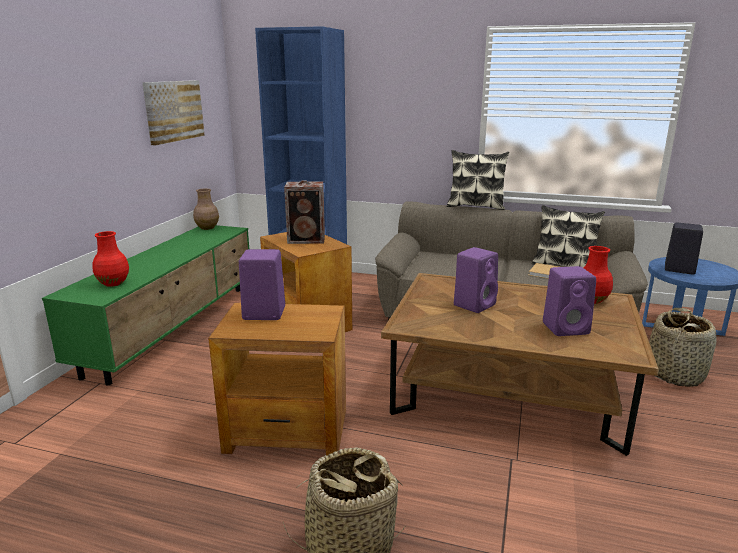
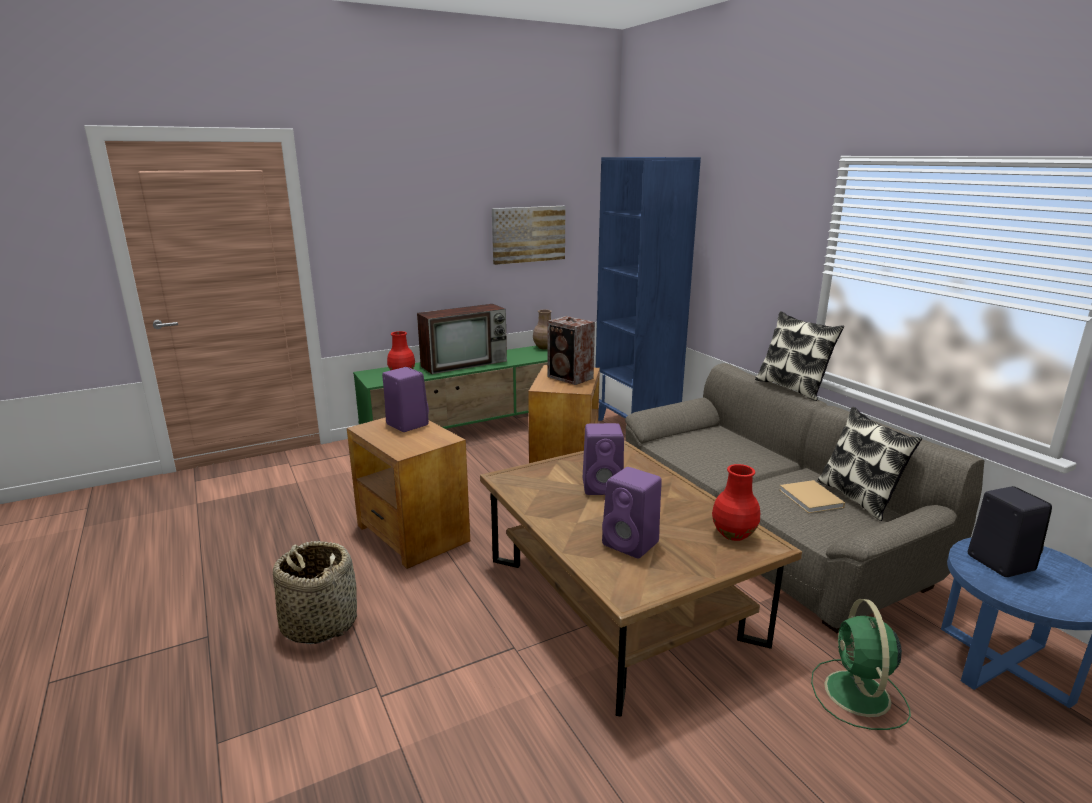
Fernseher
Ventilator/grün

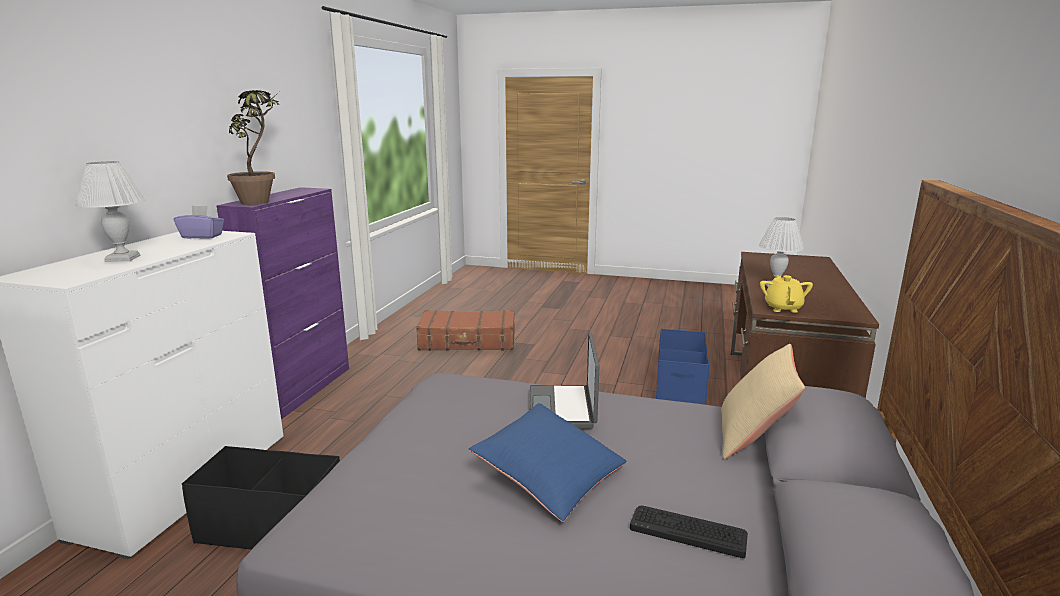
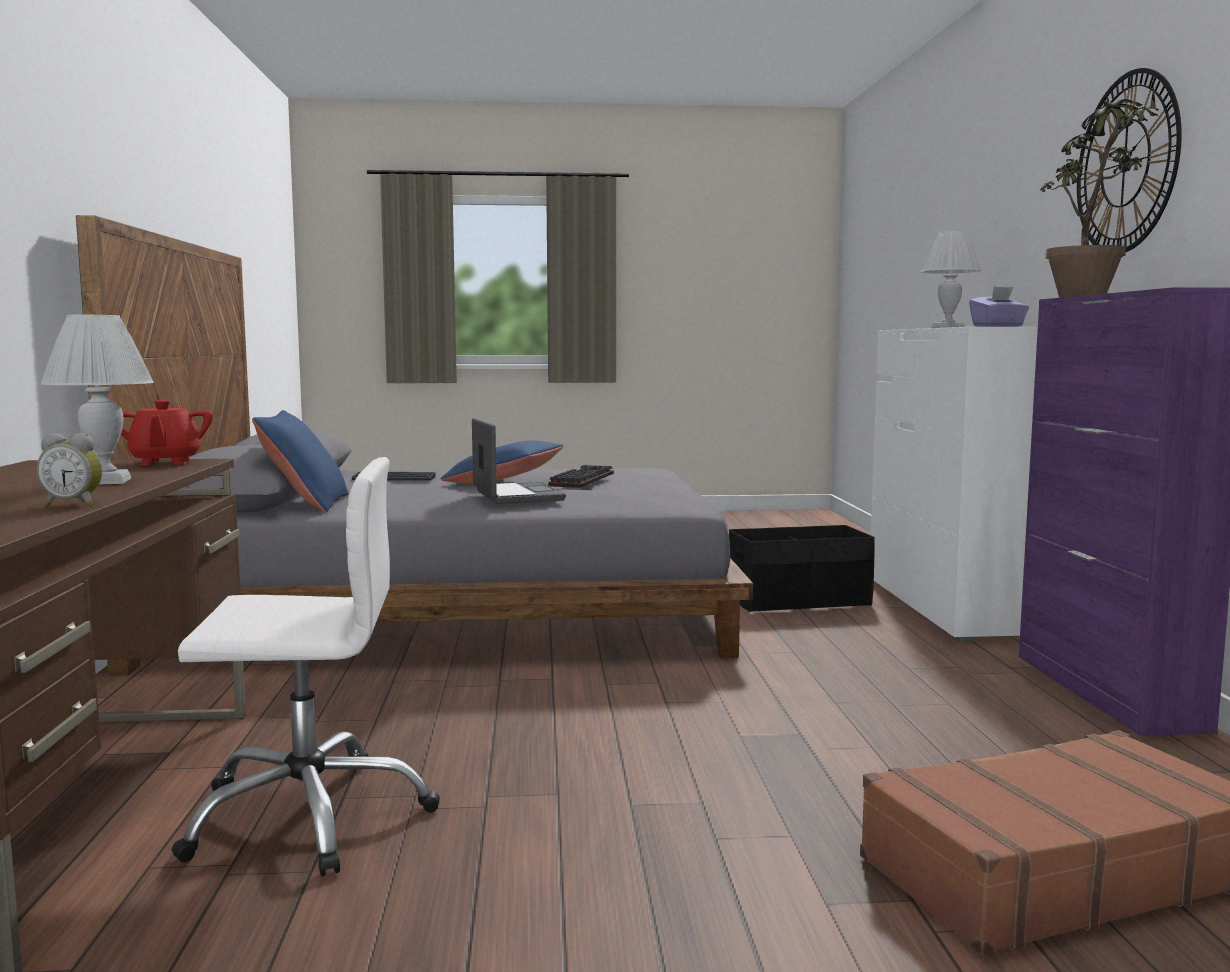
Wecker
Teekanne/rot
Bürostuhl/weiß
Kissen/blau (no. 1 from left)
Tastatur (no. 2 from left)
Wanduhr

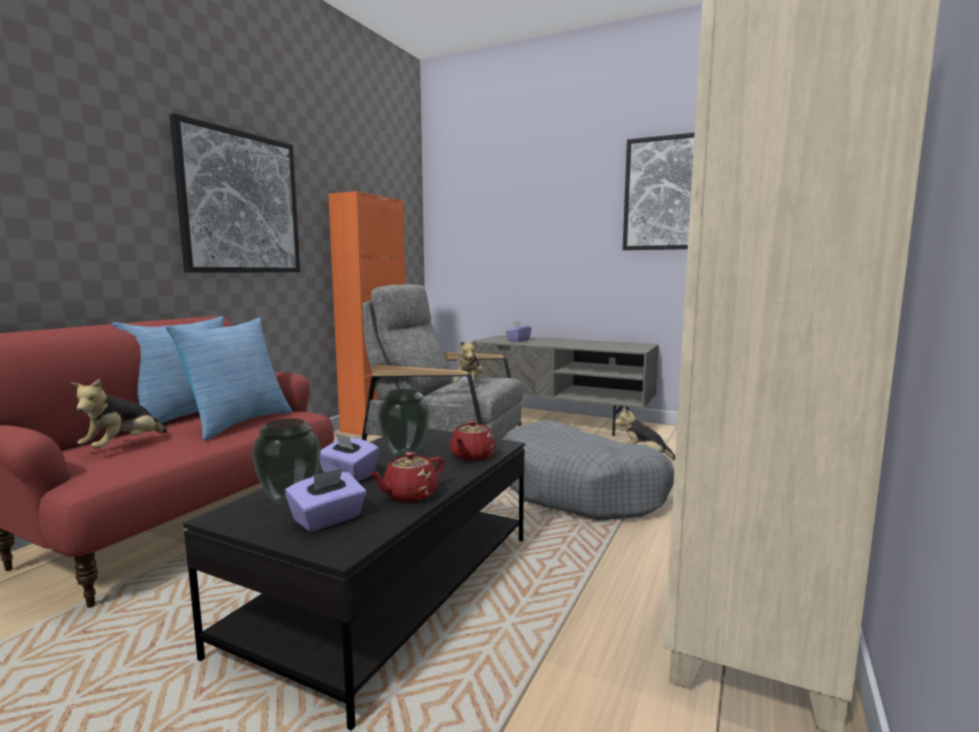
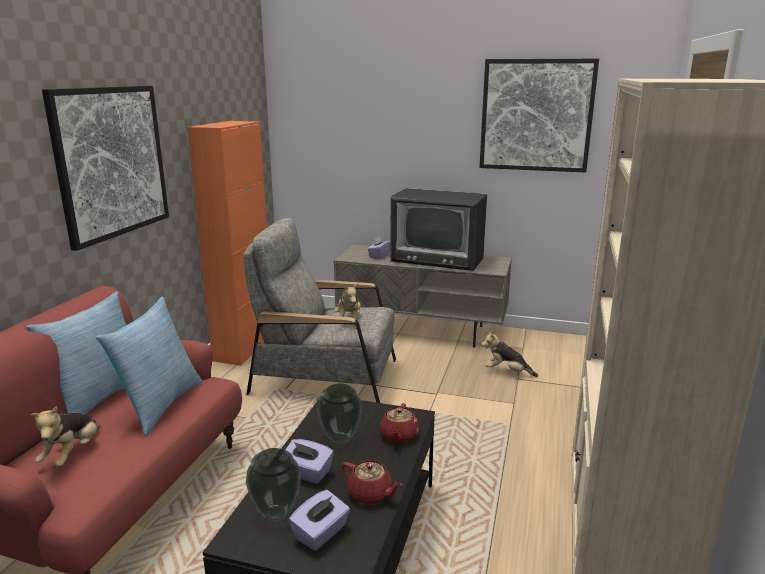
Teekanne/rot (no. 1 from left)
Fernseher
Hundebett/grau

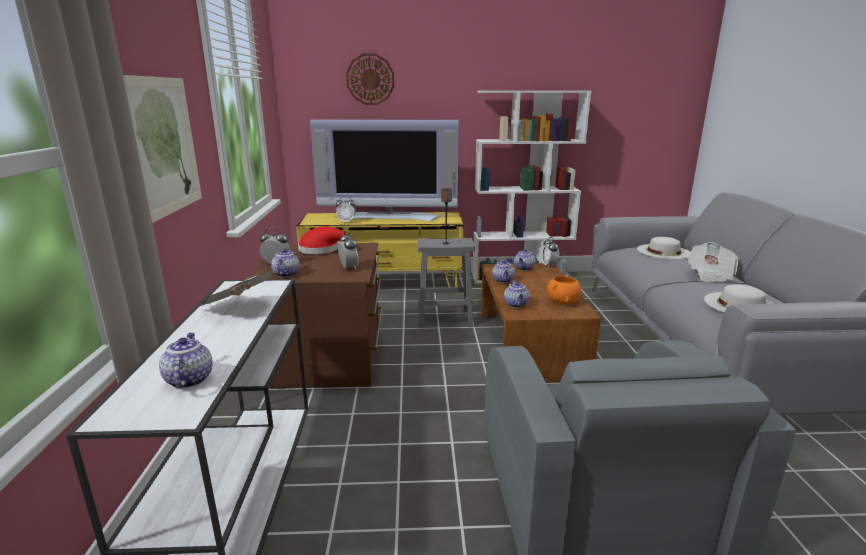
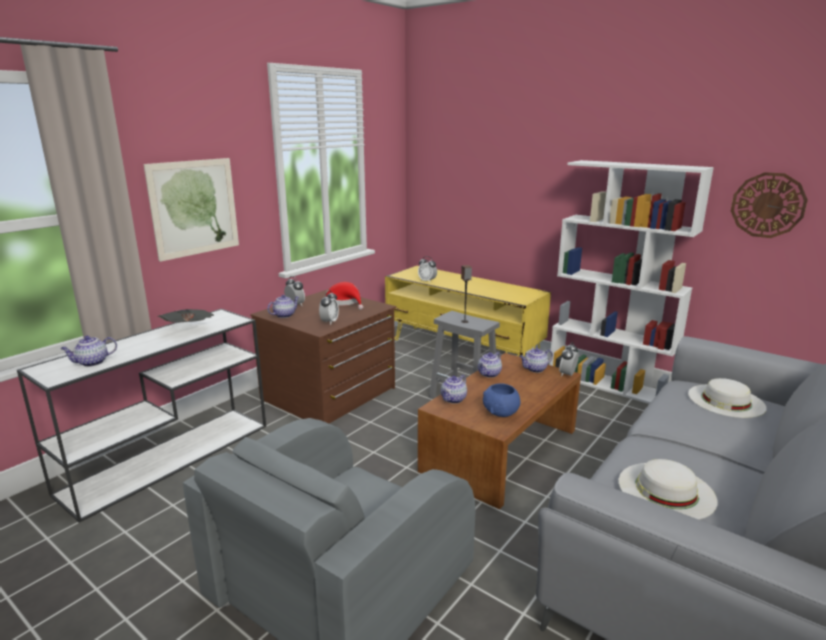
Teekanne (no. 1 from left)
Schüssel/blau
Wanduhr
Fernseher
Zeitung (no. 2 from left in the first image)

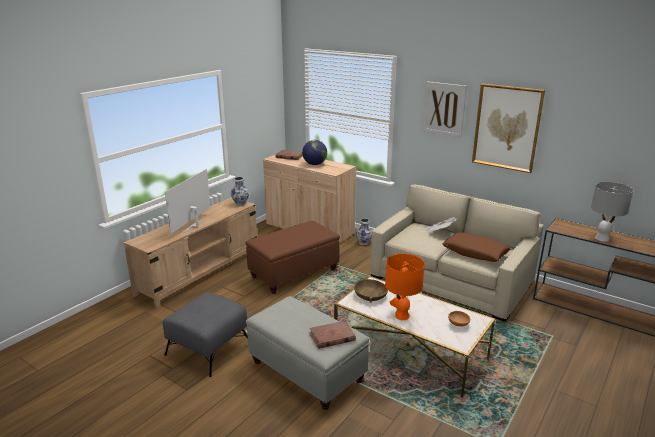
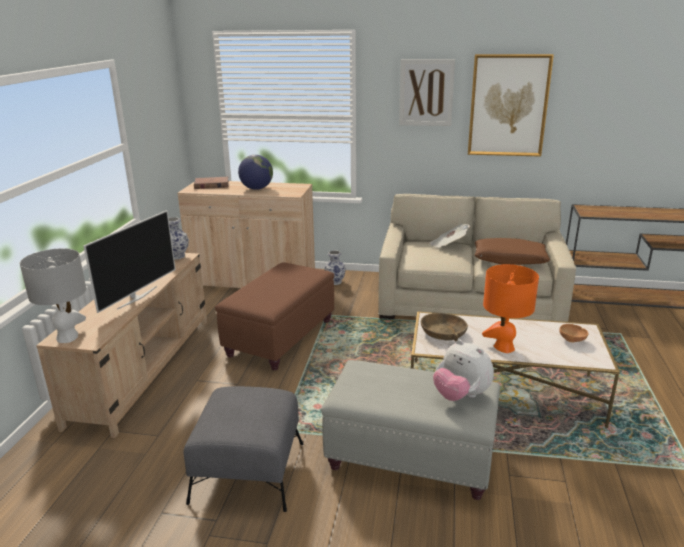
Tischlampe/grau
Fernseher
Plüschtier

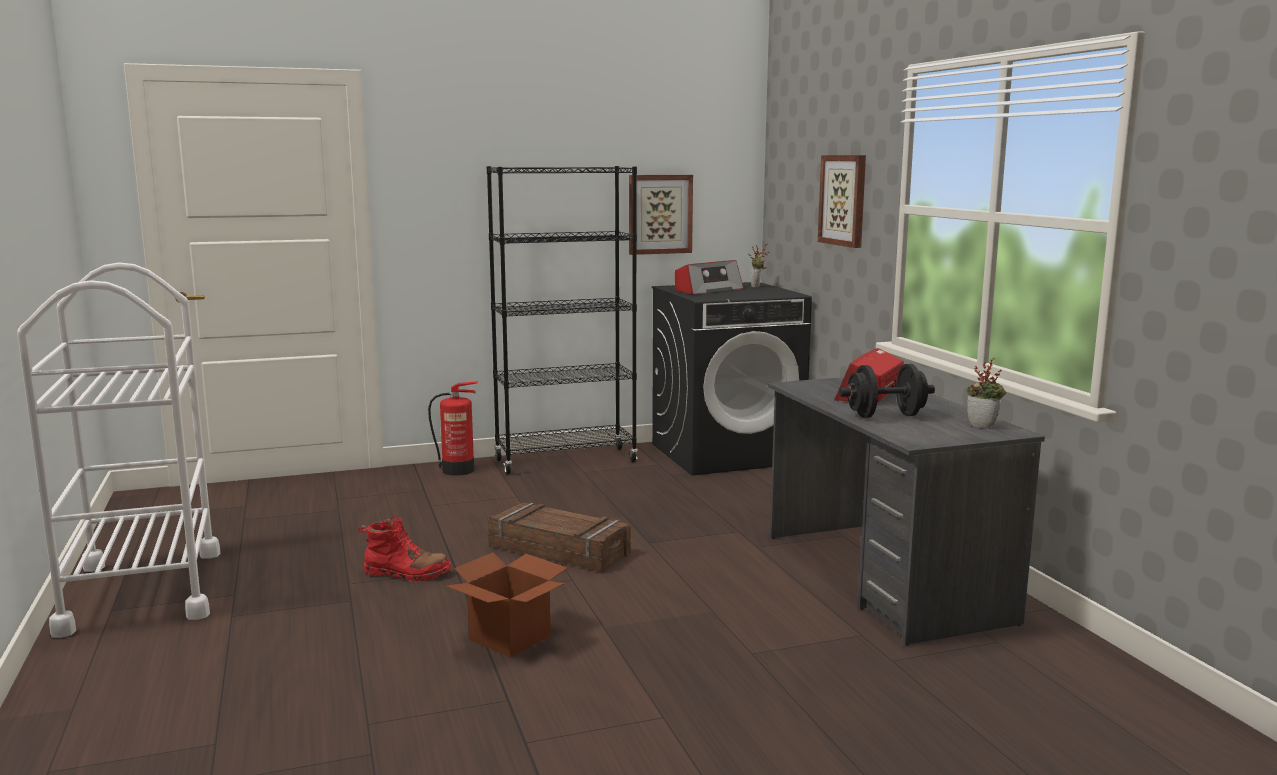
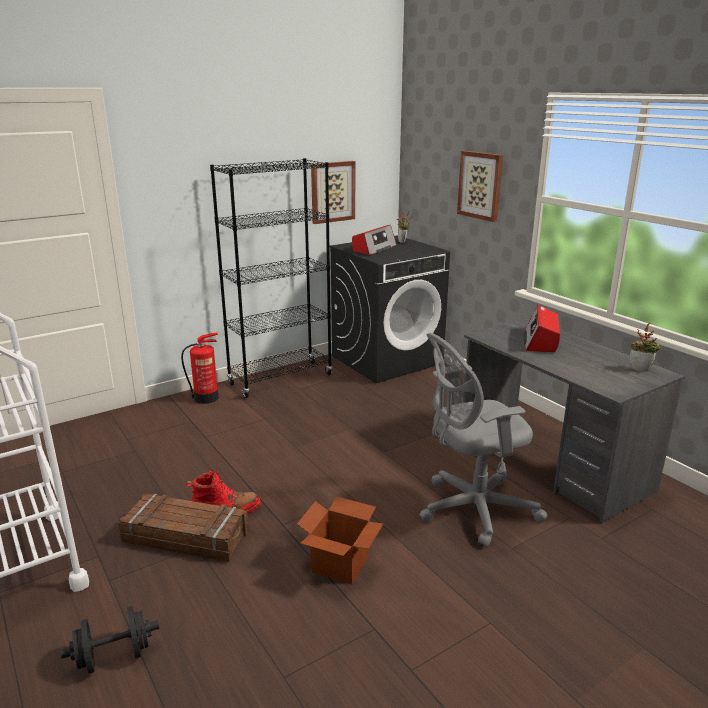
Hantel/schwarz
Kiste
Bürostuhl/grau

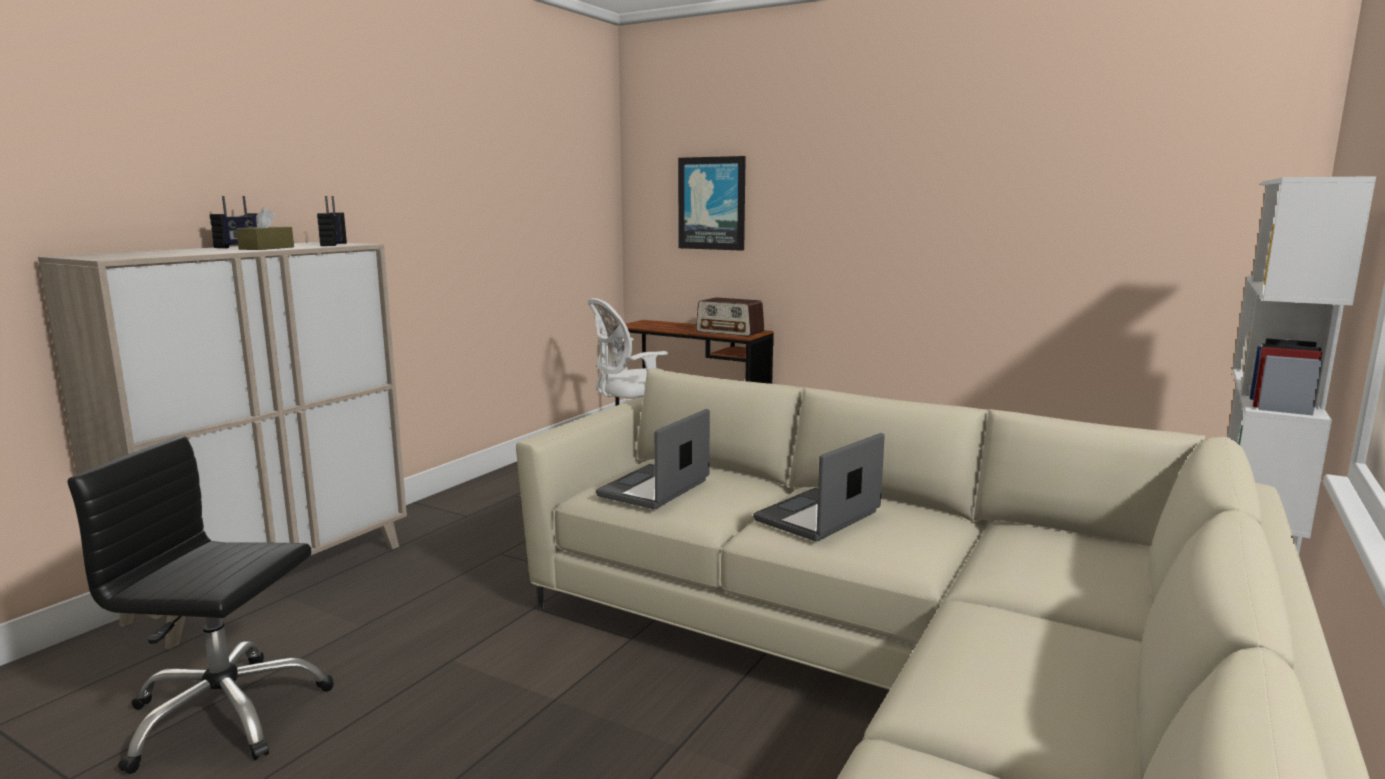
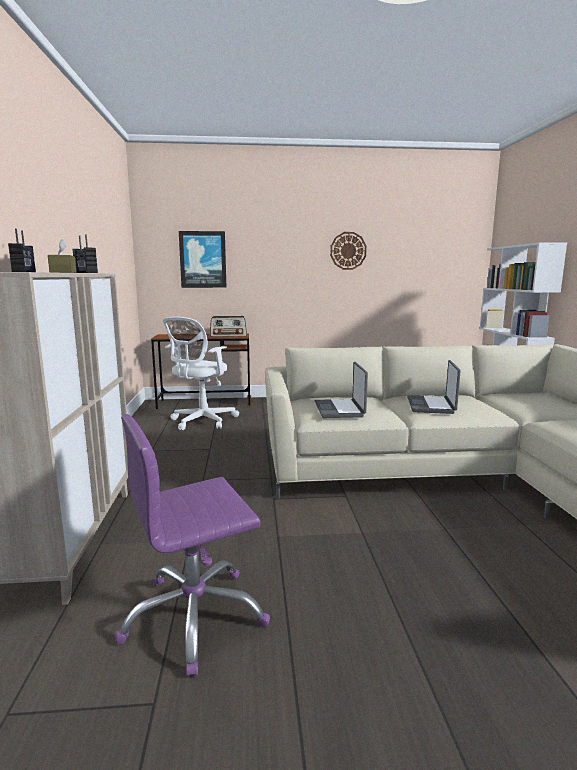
Bürostuhl/lila
Wanduhr

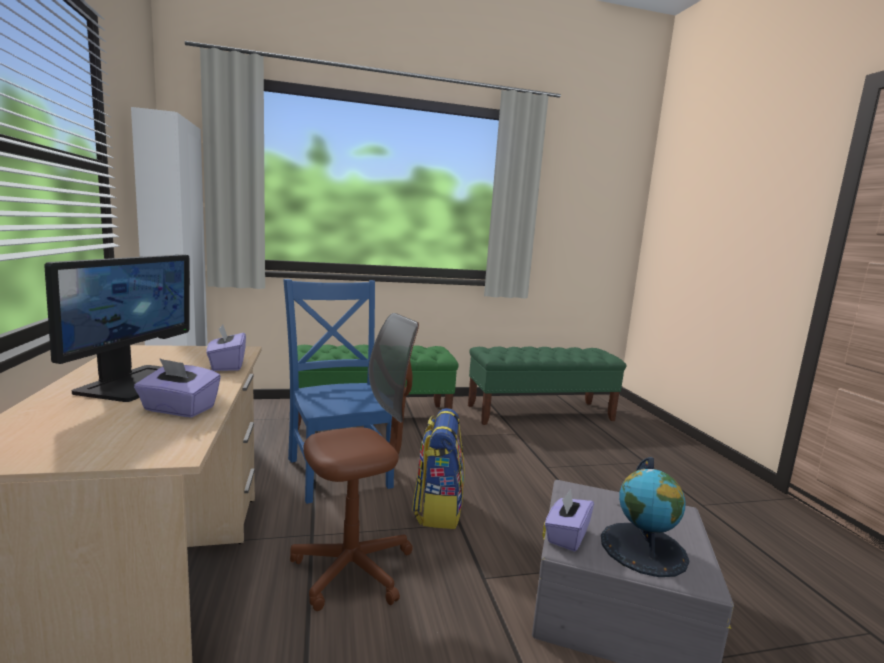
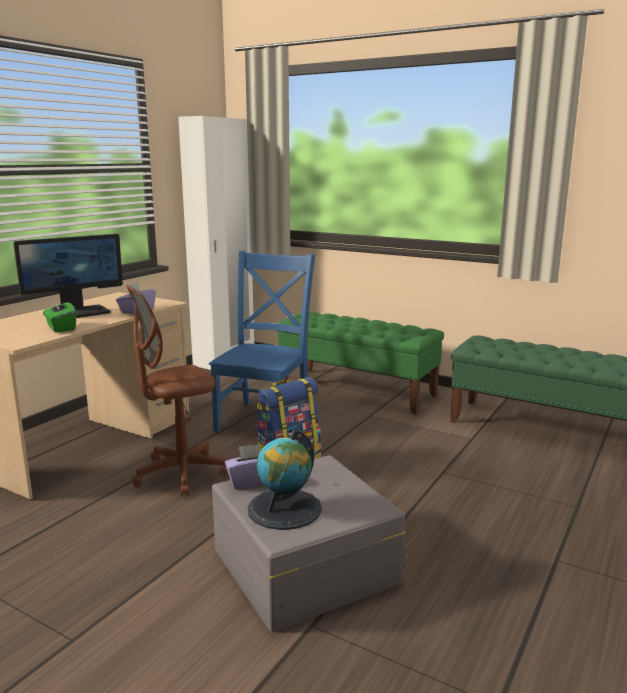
Taschentuchbox/grün
Bürostuhl/braun

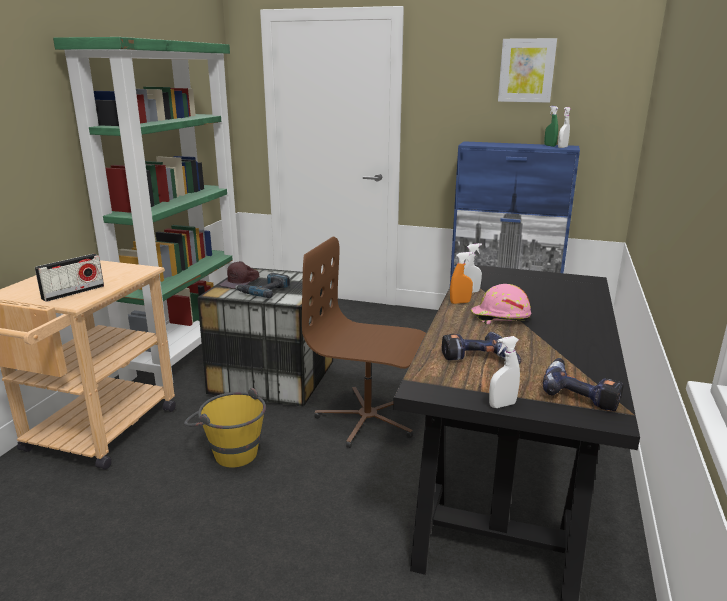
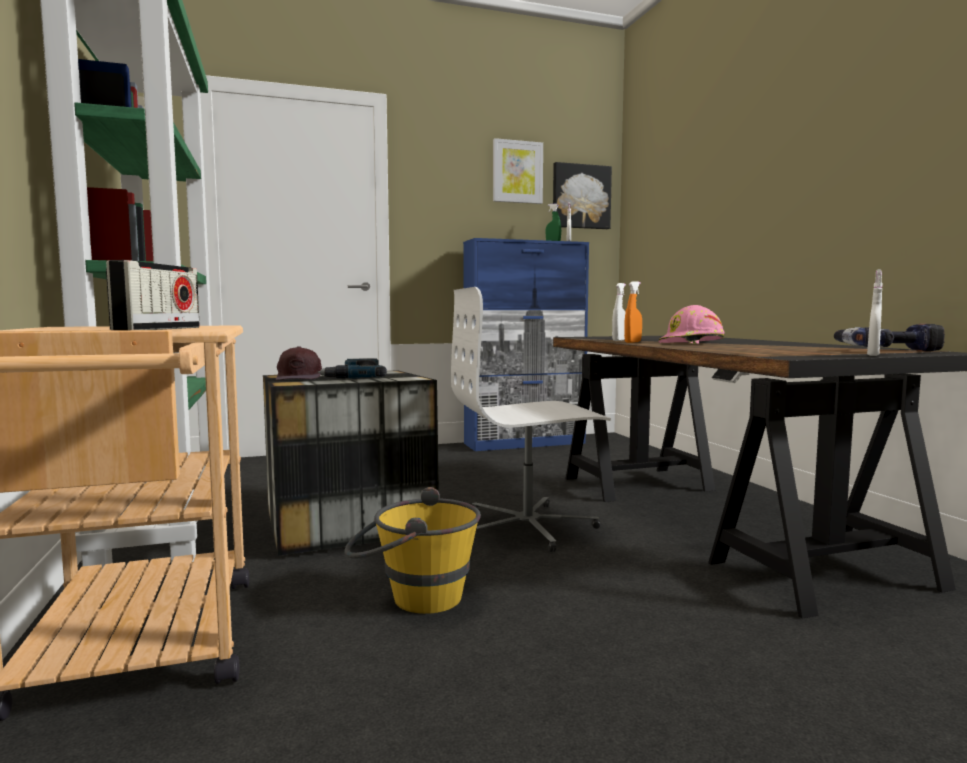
Bürostuhl/weiß
Bild (no. 2 from left)
Bohrmaschine (no. 2 from left in the first image)

